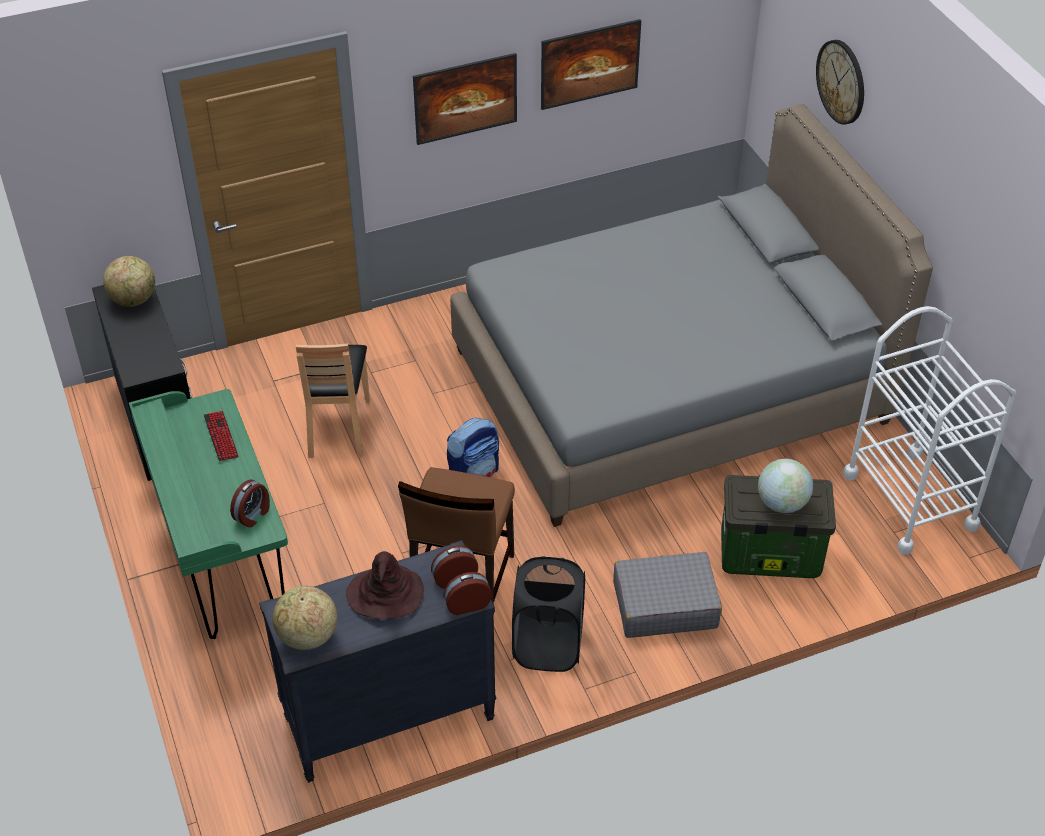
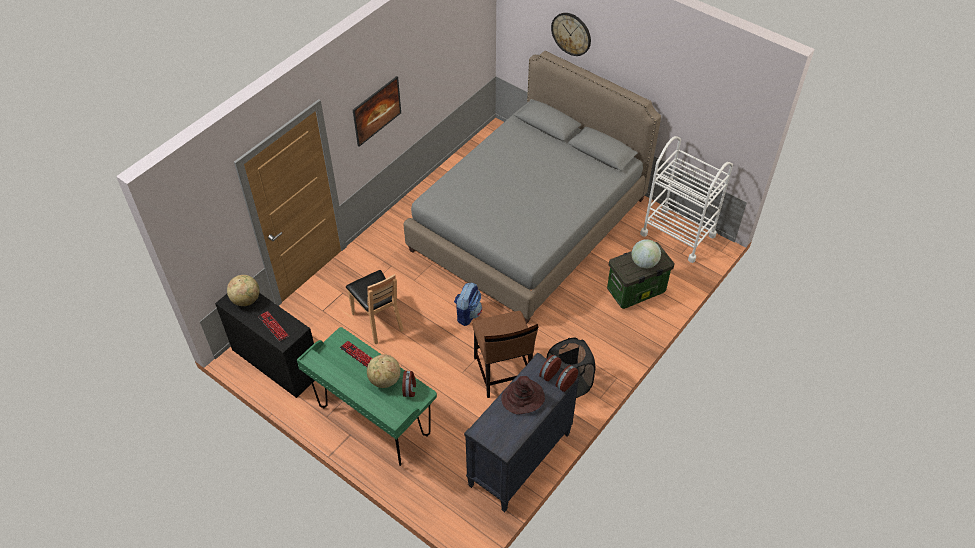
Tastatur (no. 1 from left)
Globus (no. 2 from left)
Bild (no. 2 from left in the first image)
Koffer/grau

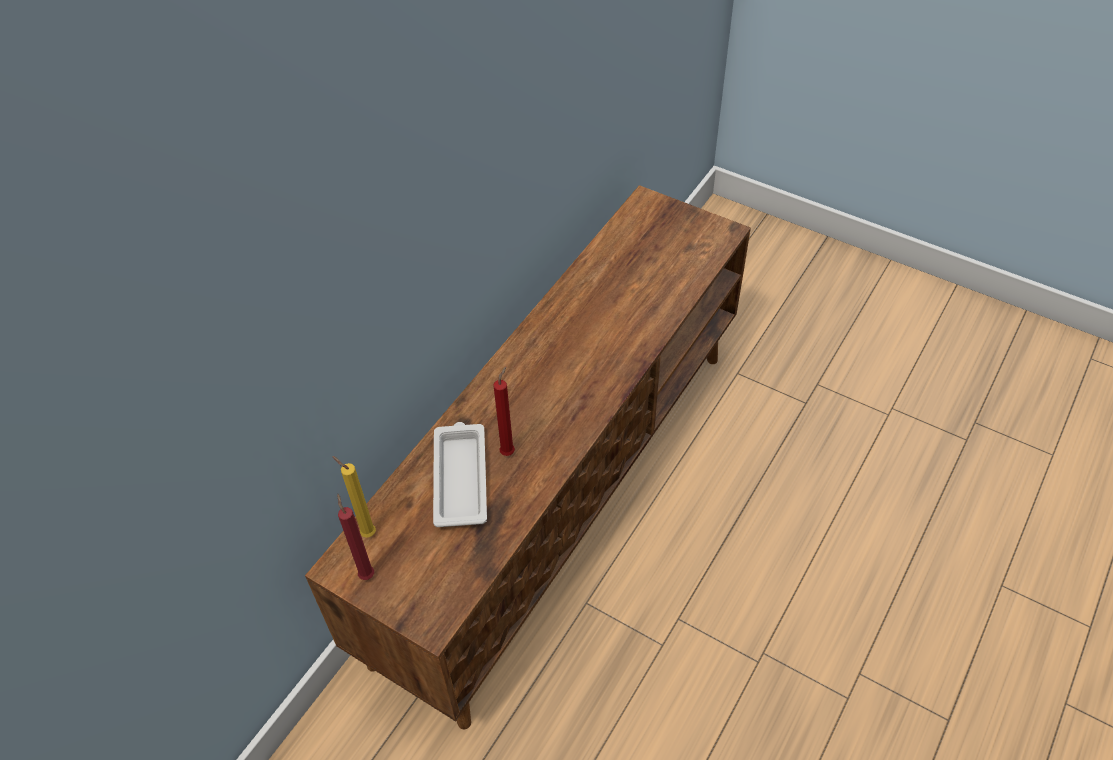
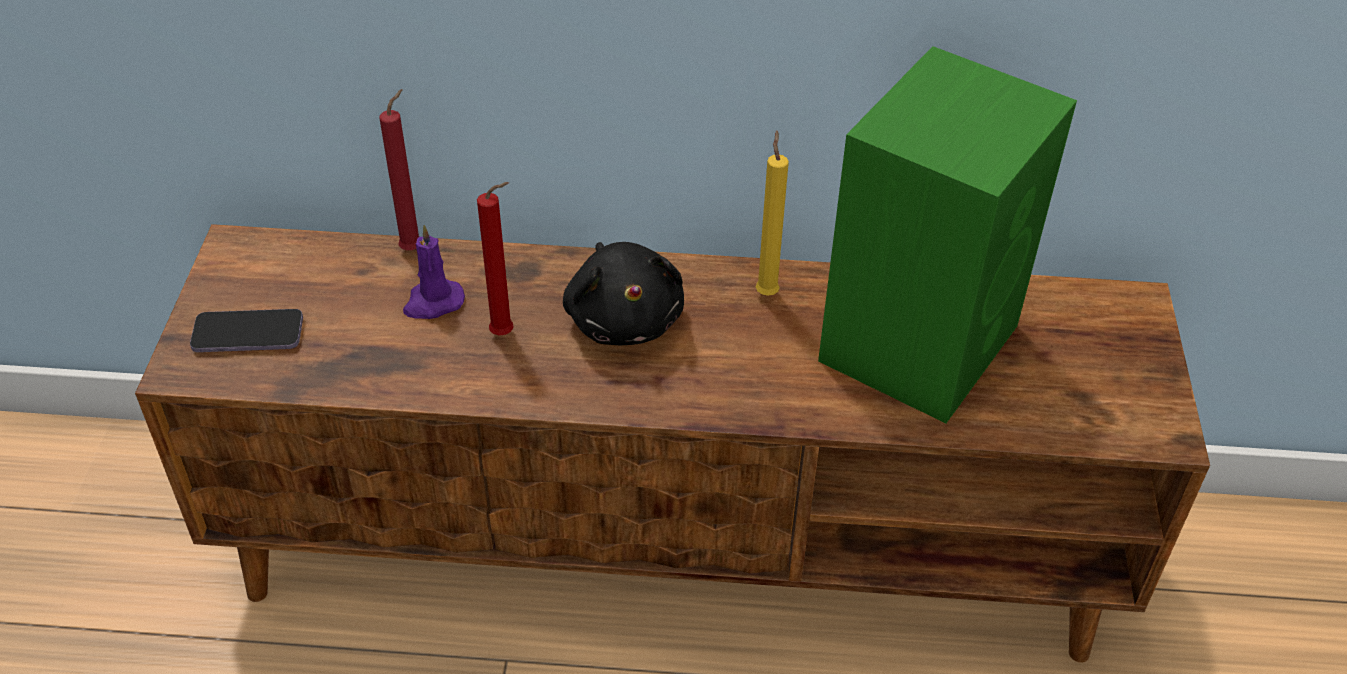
Handy
Kerze/rot (no. 1 from left)
Kerze/lila
Plüschtier/schwarz
Kerze/gelb
Lautsprecher/grün

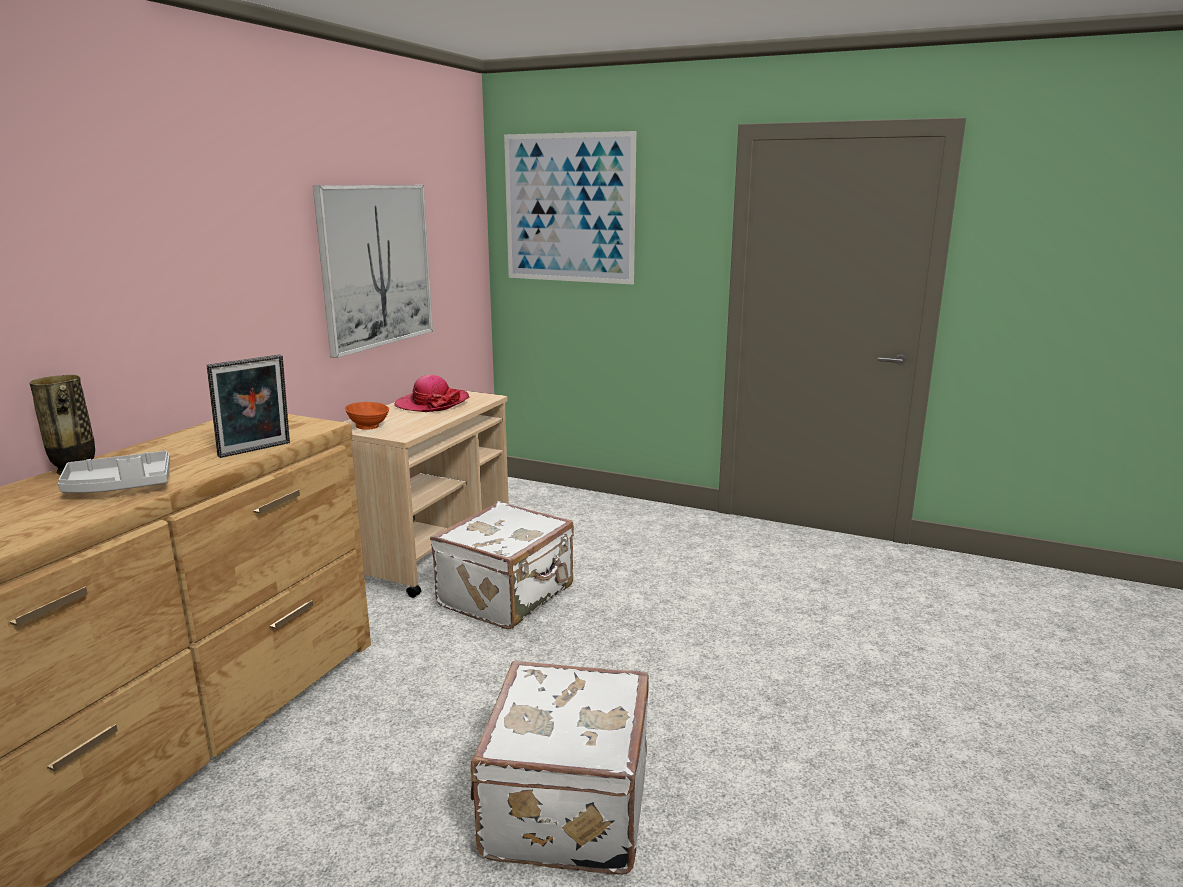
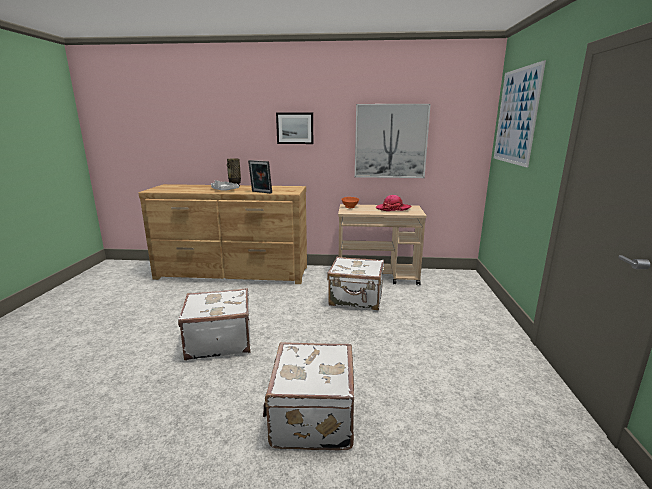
Koffer/weiß (no. 2 from left)
Bild (no. 1 from left)

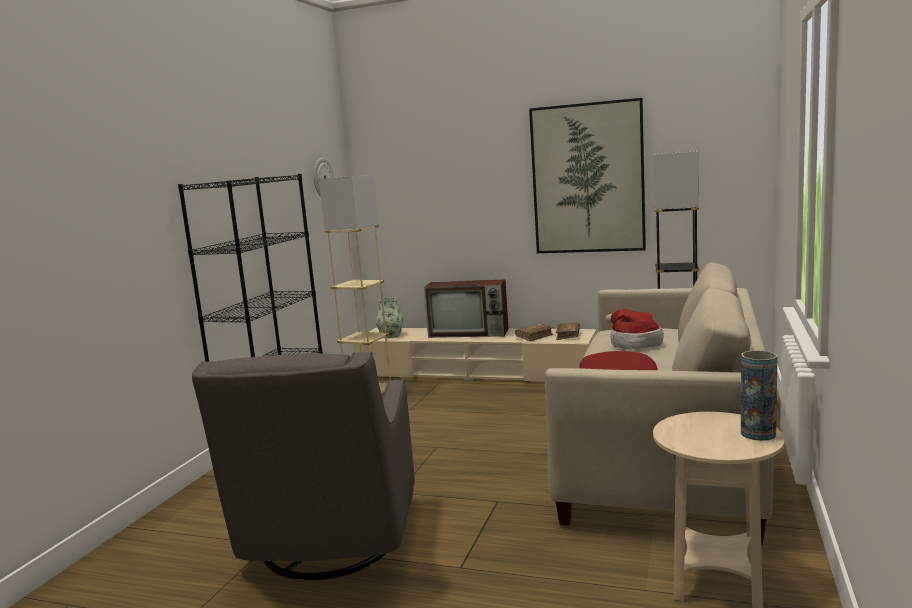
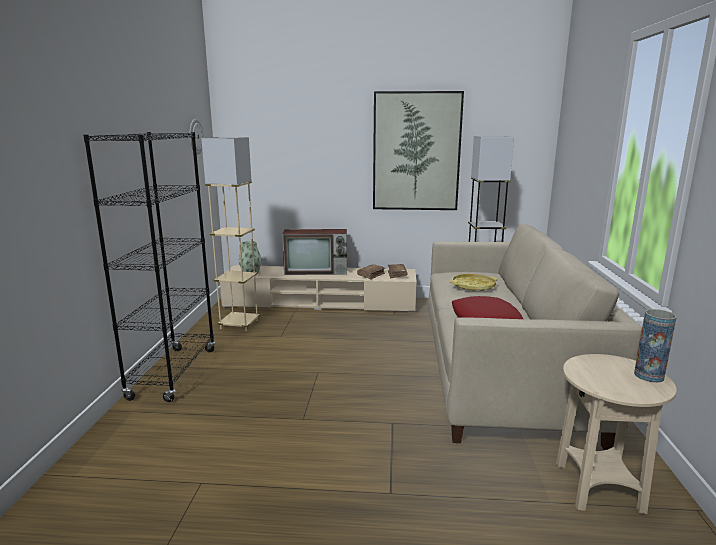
Tablett/gelb
Sessel/grau

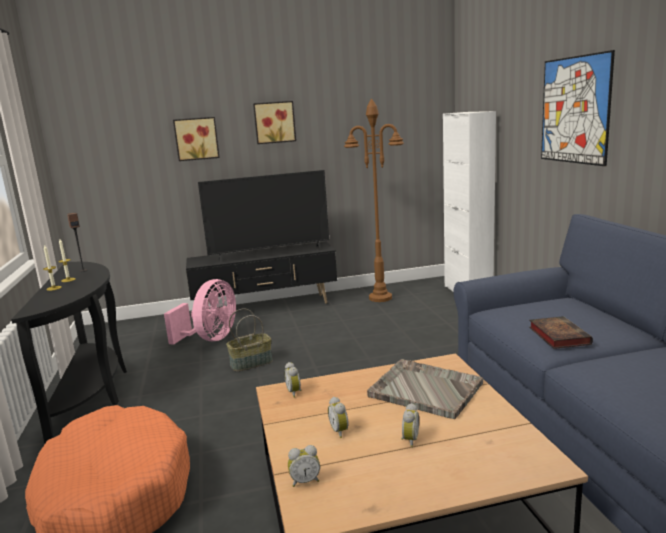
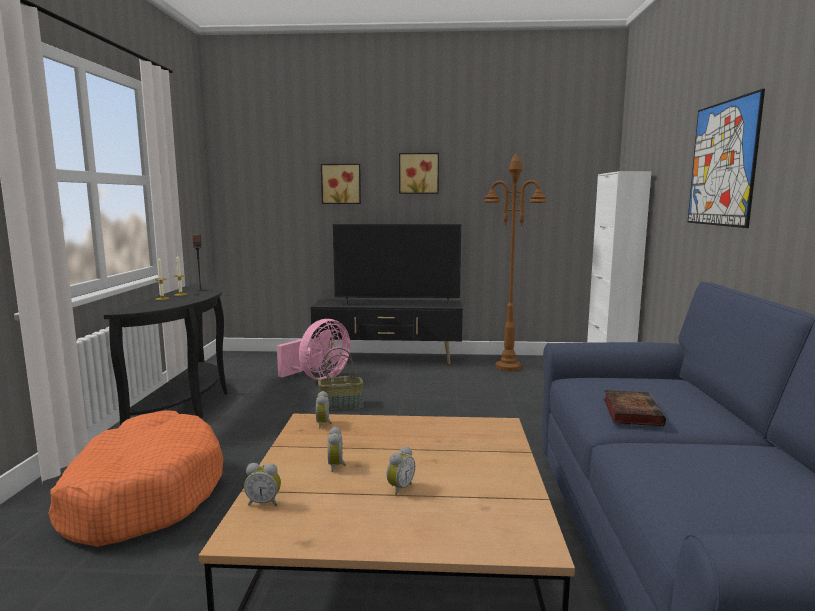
Tablett/grau

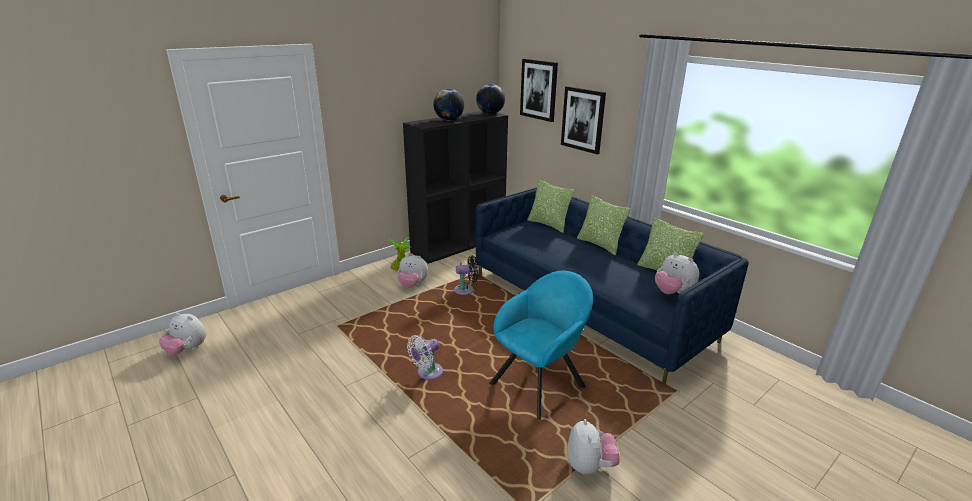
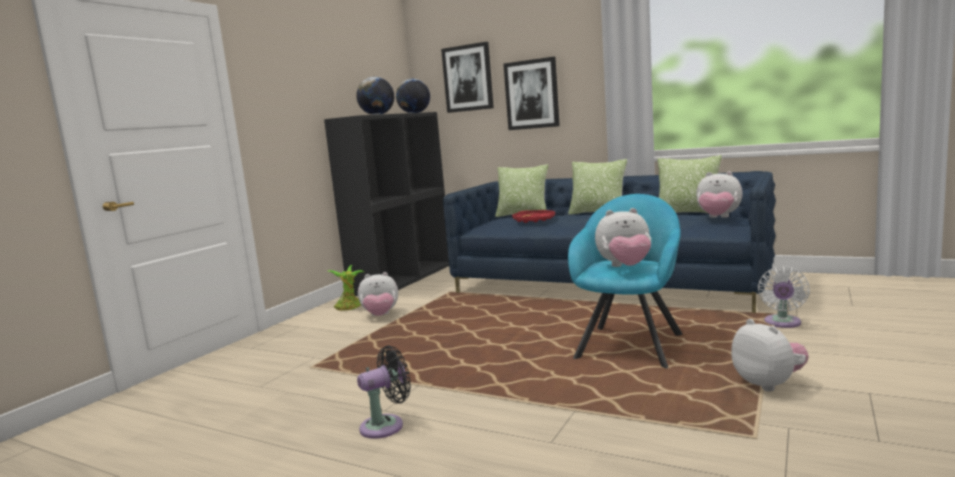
Ventilator/schwarz
Tablett/rot
Plüschtier (no. 2 from left)
Ventilator/weiß

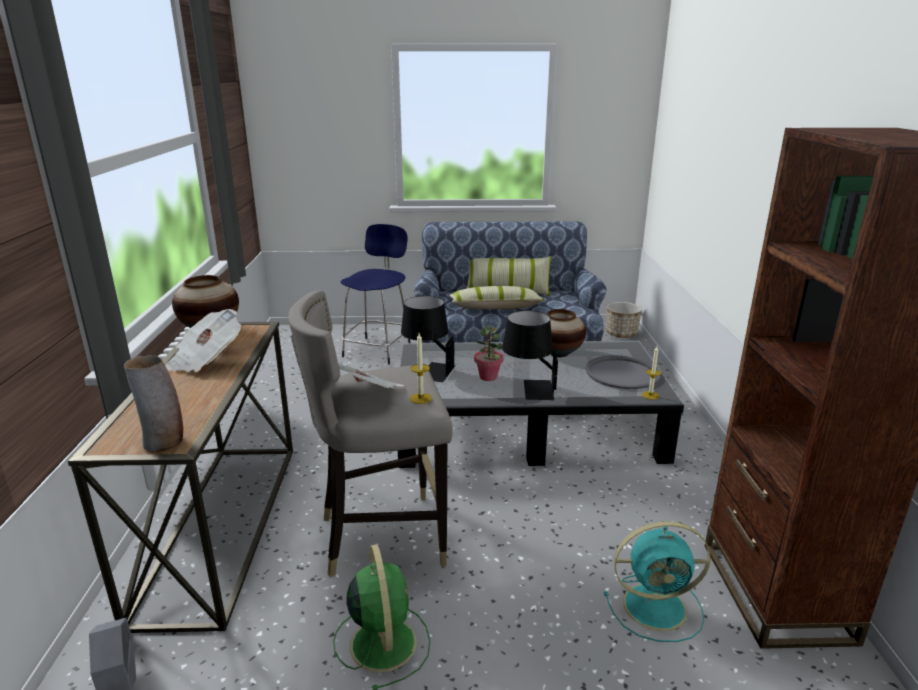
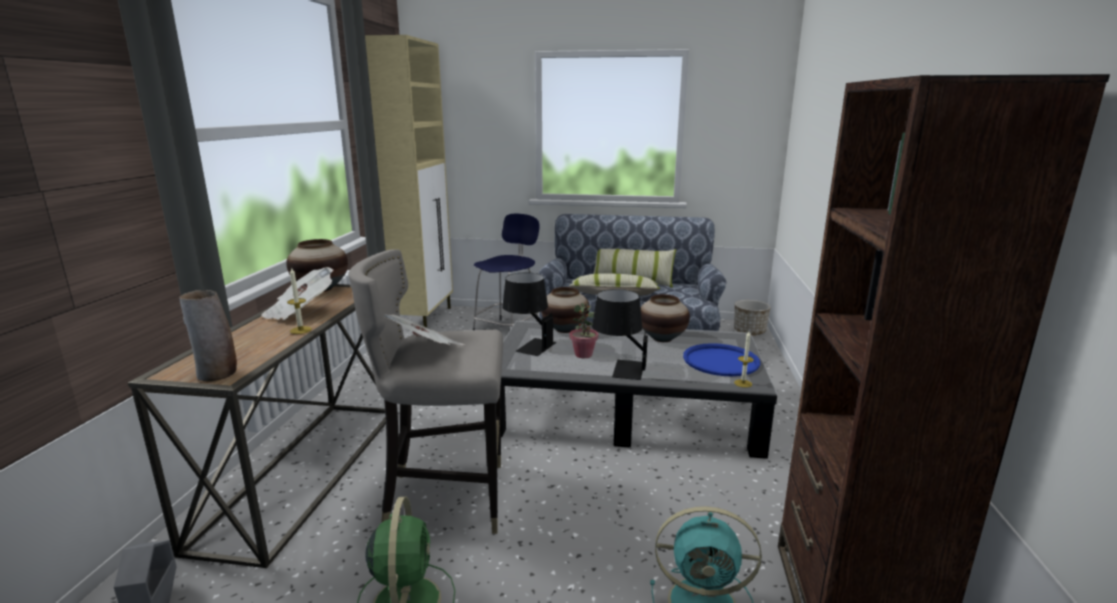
Kerze (no. 1 from left)
Schrank/beige
Vase (no. 3 from left)
Tablett/blau

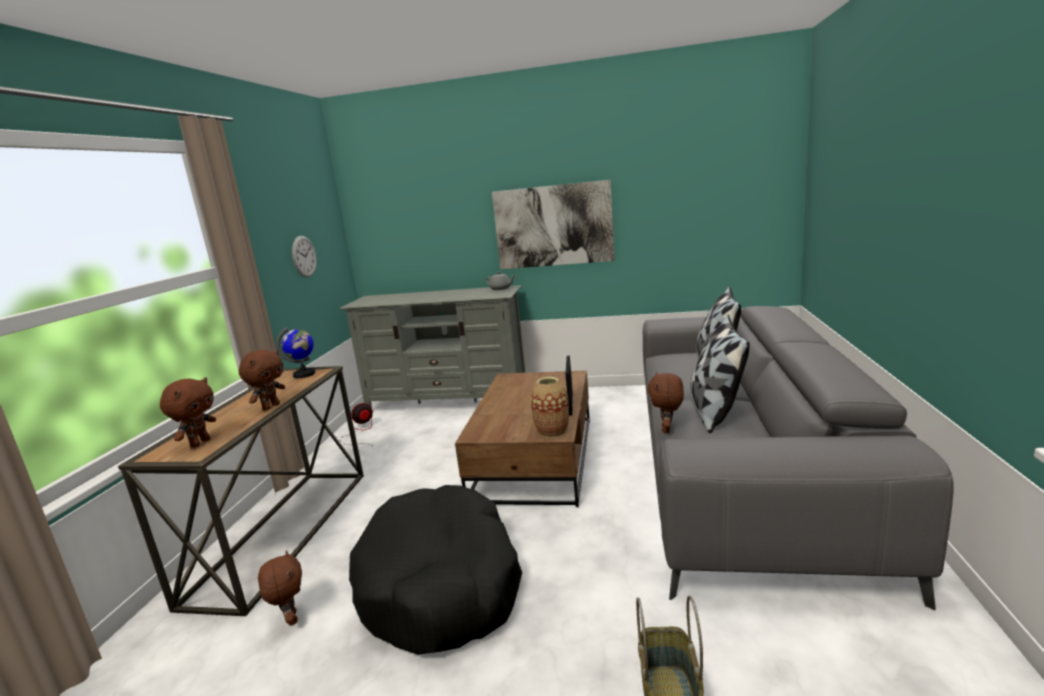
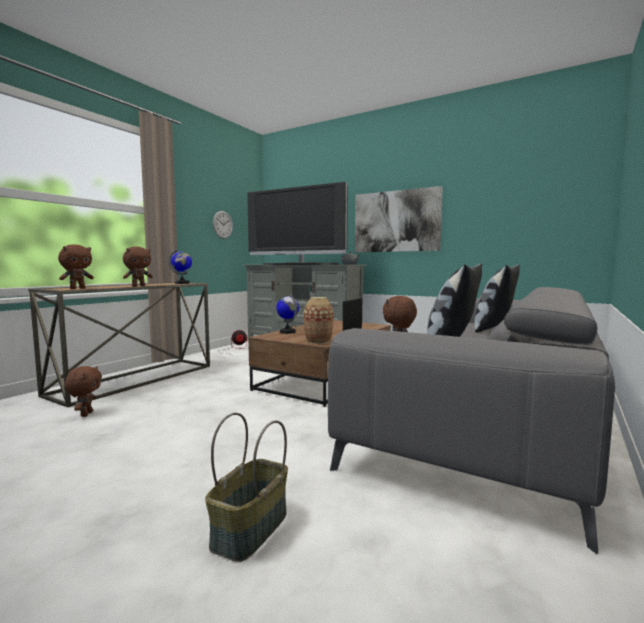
Fernseher
Globus (no. 2 from left)
Hundebett/schwarz

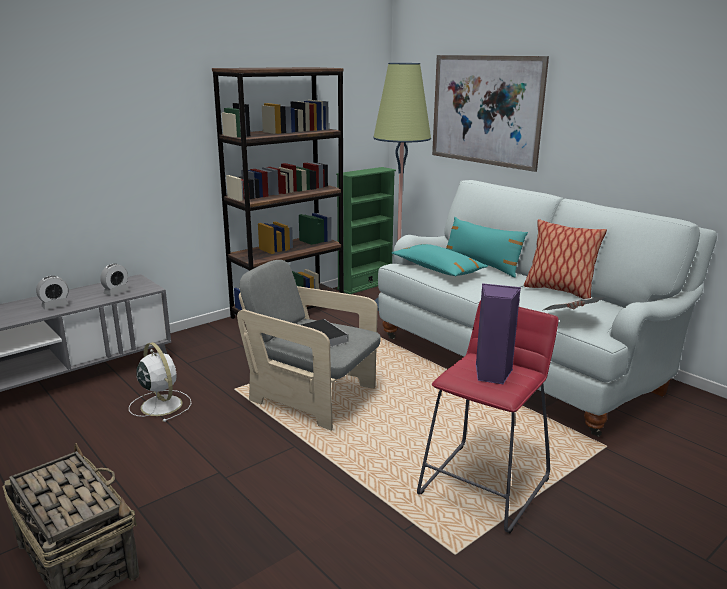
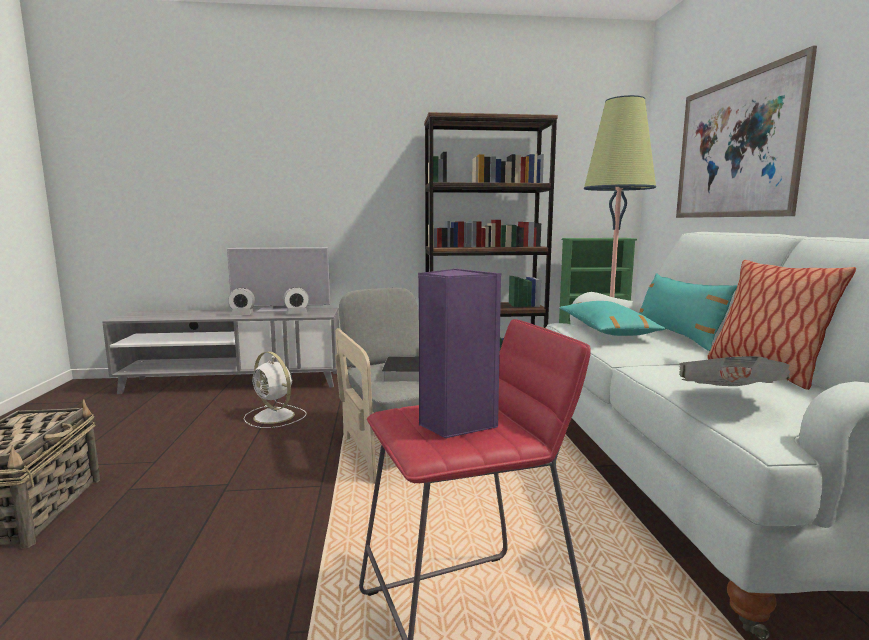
Fernseher
Ventilator/weiß

